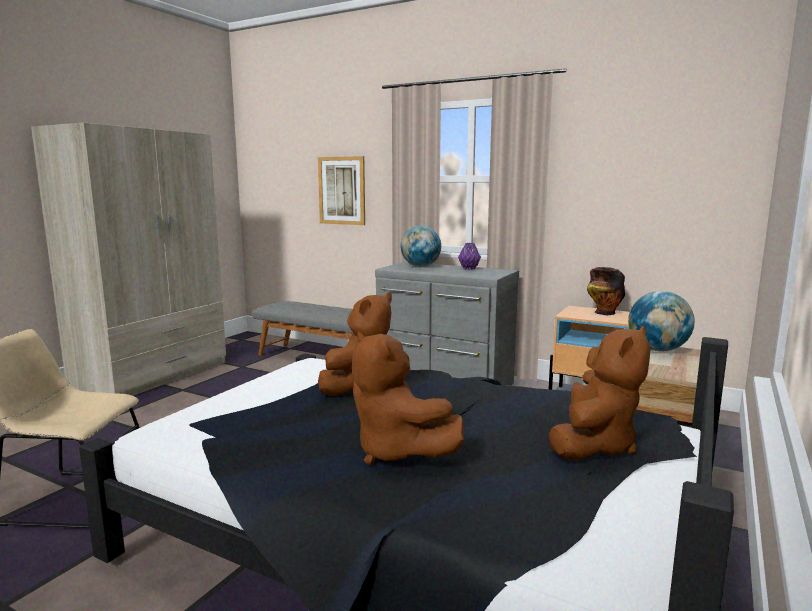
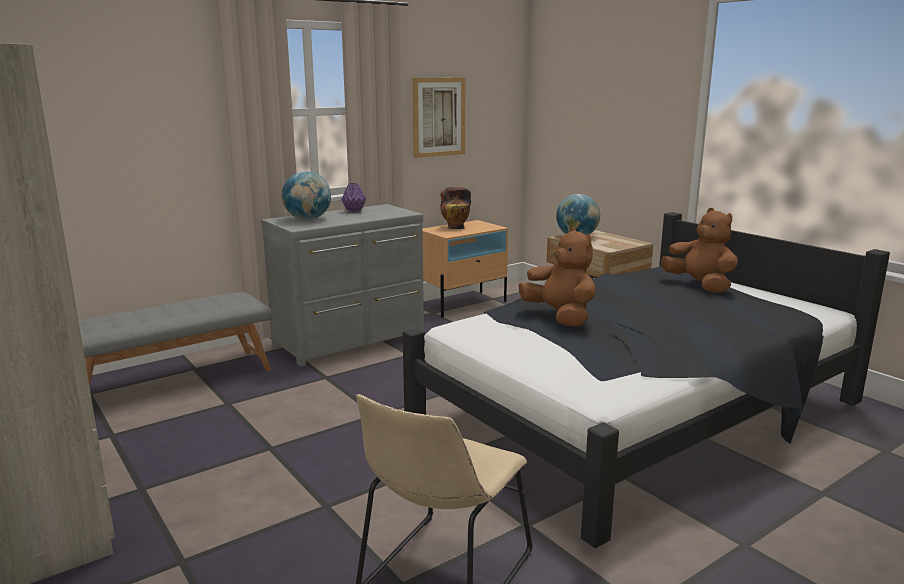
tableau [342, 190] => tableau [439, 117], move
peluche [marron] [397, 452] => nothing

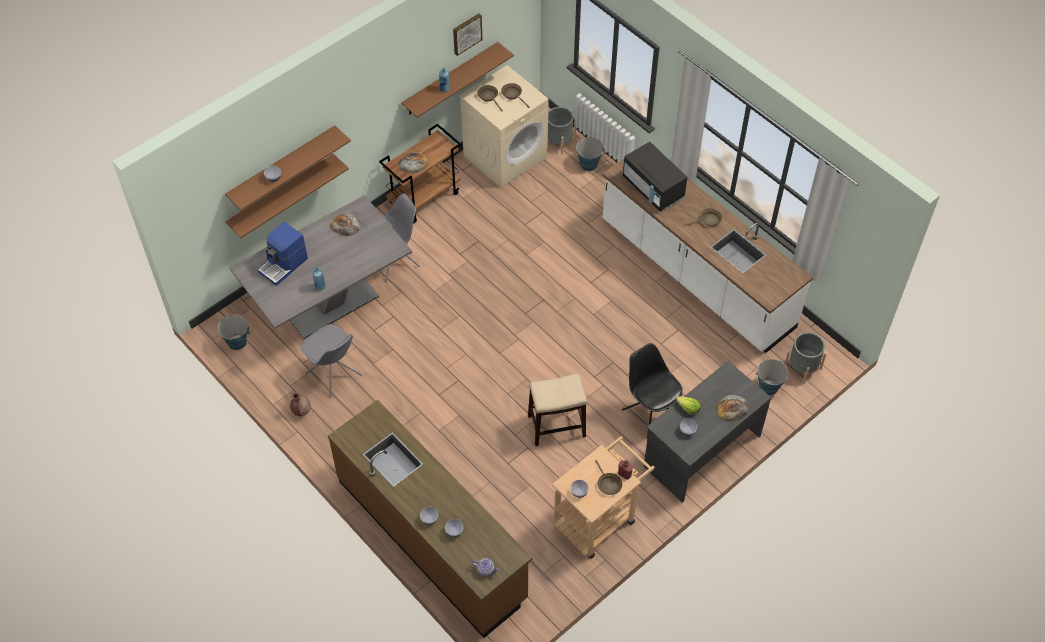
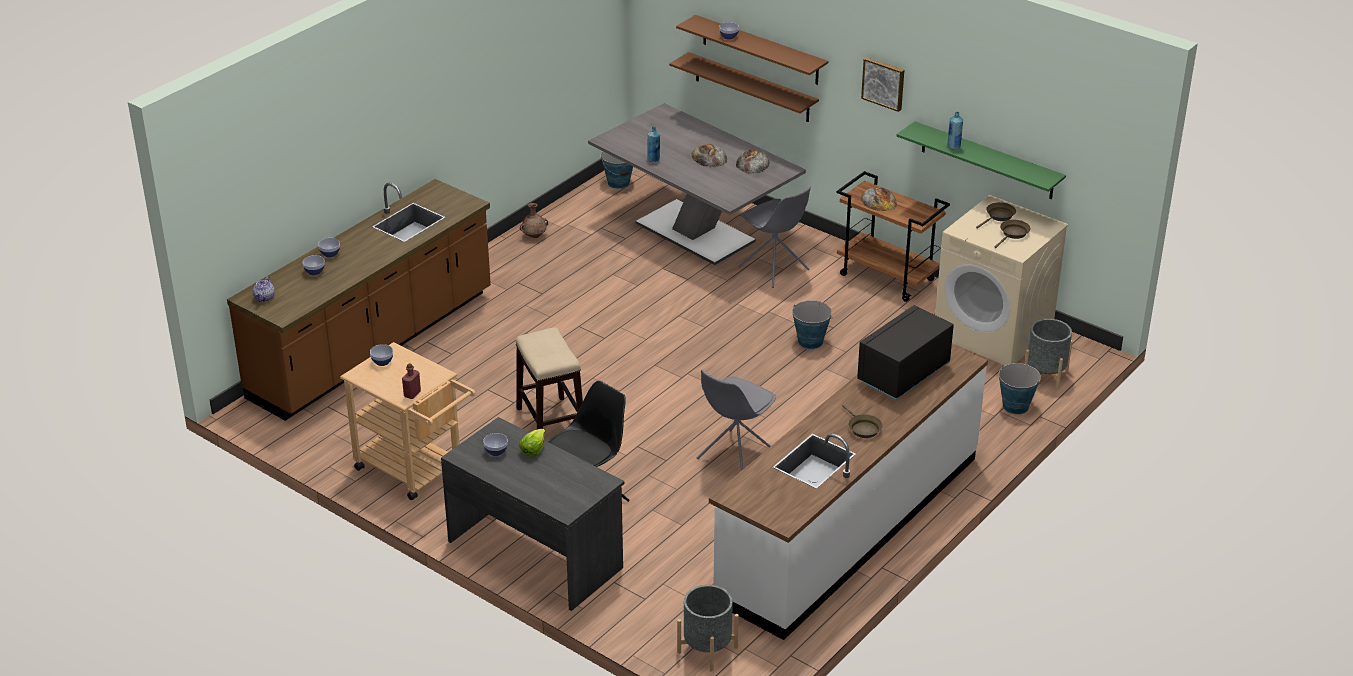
tableau [466, 33] => tableau [884, 83], move
étagère [marron] [450, 79] => étagère [vert] [987, 161]
machine à café [284, 265] => nothing
chaise [gris] [334, 375] => chaise [gris] [735, 456], move
seau [768, 387] => seau [810, 342], move
pain [732, 408] => pain [709, 157], move
poêle [marron] [608, 484] => nothing

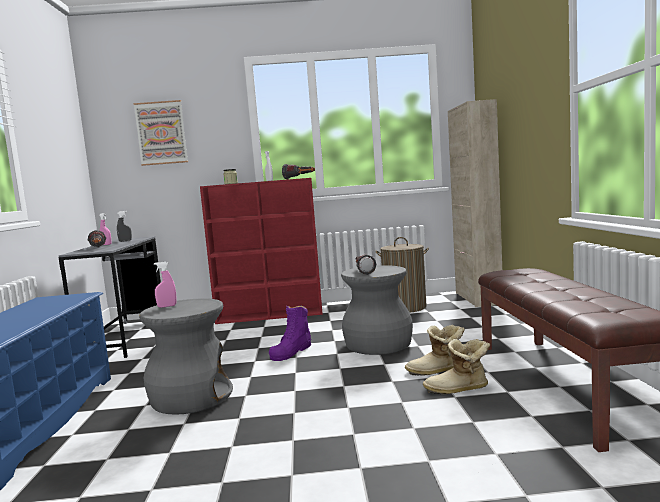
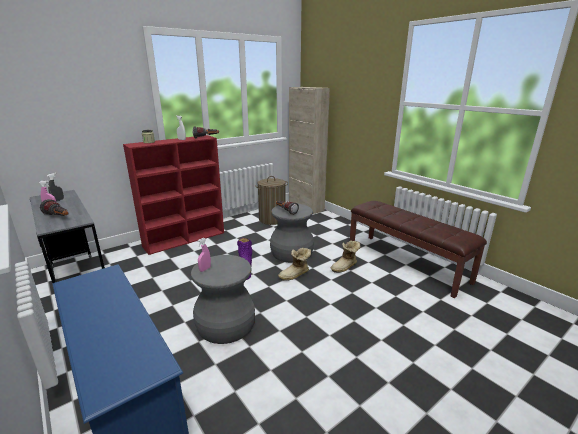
tableau [161, 133] => nothing
botte [458, 390] => botte [295, 275], move

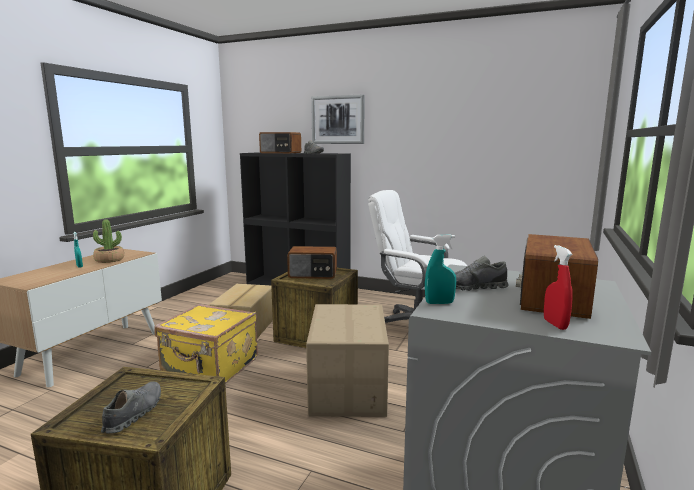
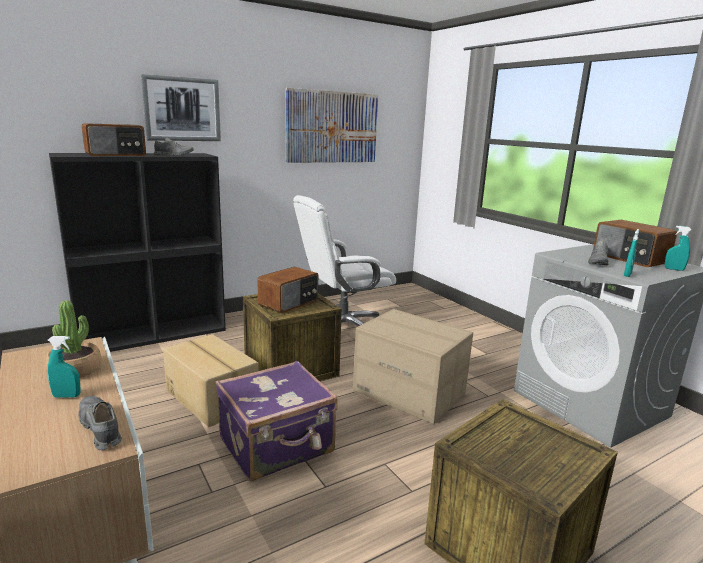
vaporisateur [rouge] [555, 324] => vaporisateur [turquoise] [674, 269]
valise [jaune] [210, 367] => valise [violet] [277, 446]
chaussure [gris] [134, 413] => chaussure [gris] [100, 429], move
nothing => tableau [332, 127]

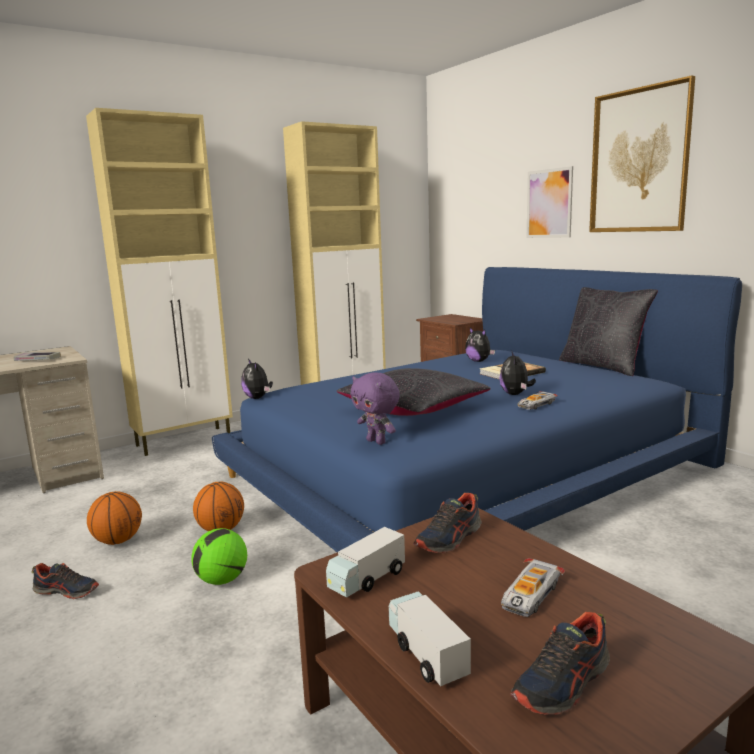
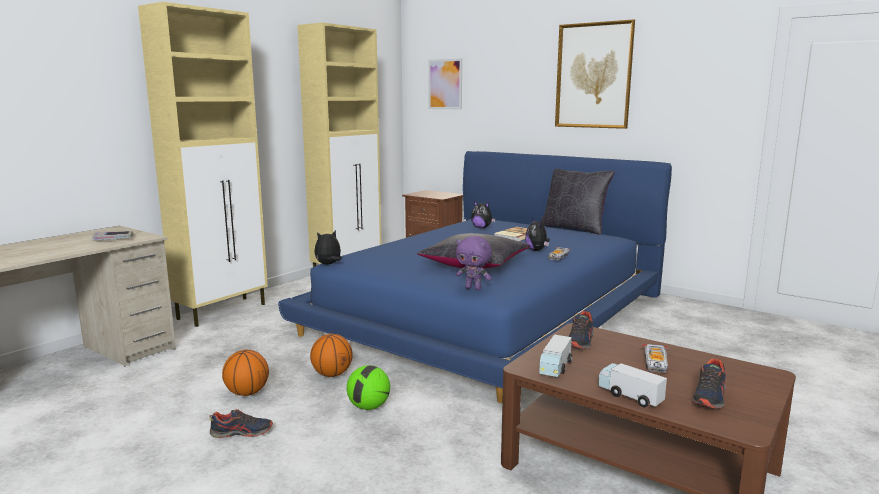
tableau [549, 203] => tableau [445, 84], move
peluche [258, 398] => peluche [328, 264], 105 degrees clockwise

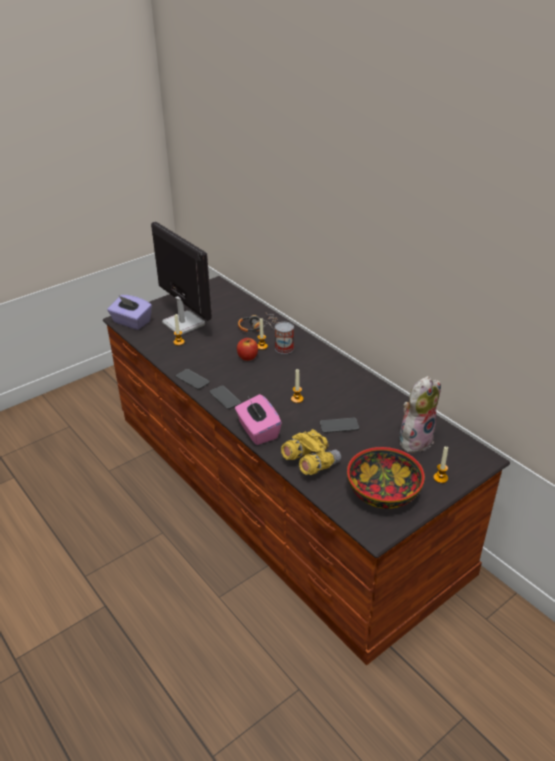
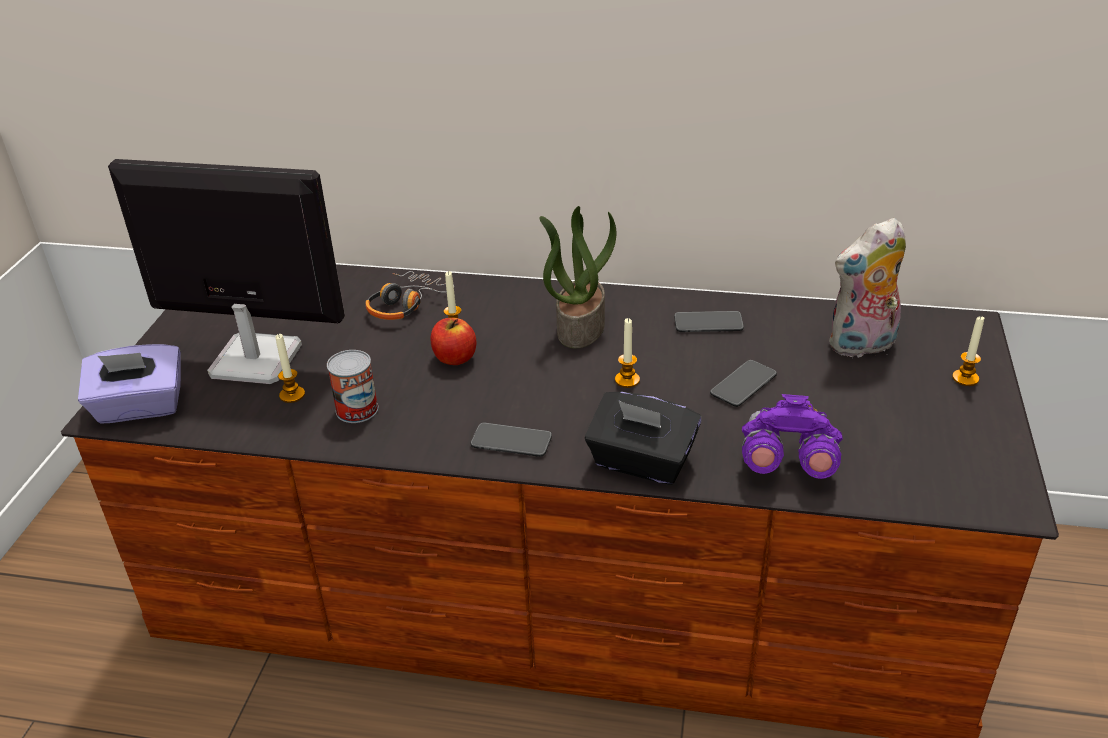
boîte métallique [284, 348] => boîte métallique [357, 409], move
téléphone [192, 380] => téléphone [708, 323], move
peluche [415, 439] => peluche [862, 346], 120 degrees counterclockwise
boîte à mouchoirs [rose] [257, 431] => boîte à mouchoirs [noir] [641, 462]
jumelles [jaune] [310, 463] => jumelles [violet] [786, 462]
bol [382, 493] => nothing
nothing => plante en pot [580, 327]

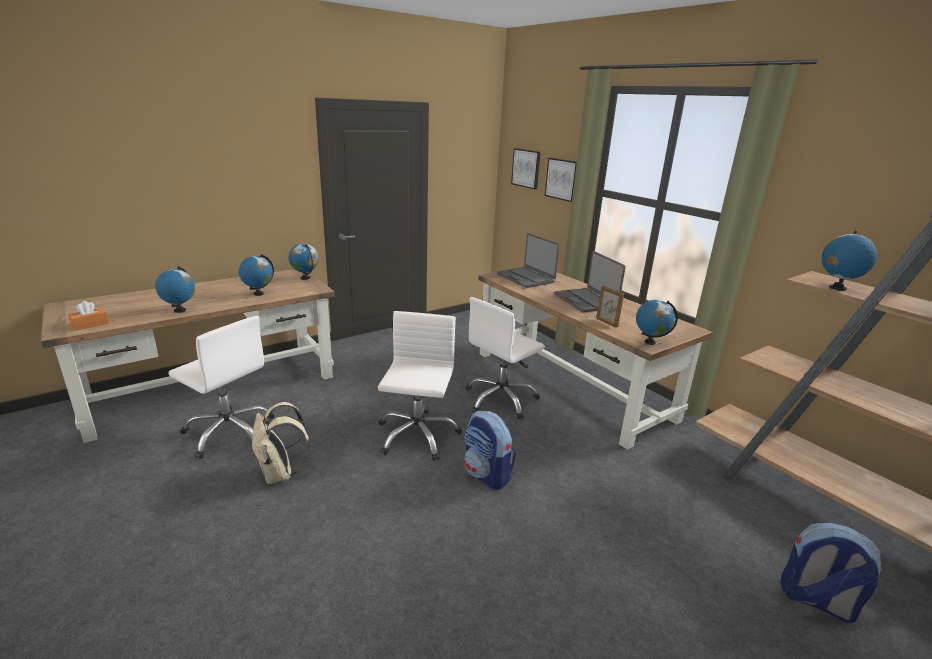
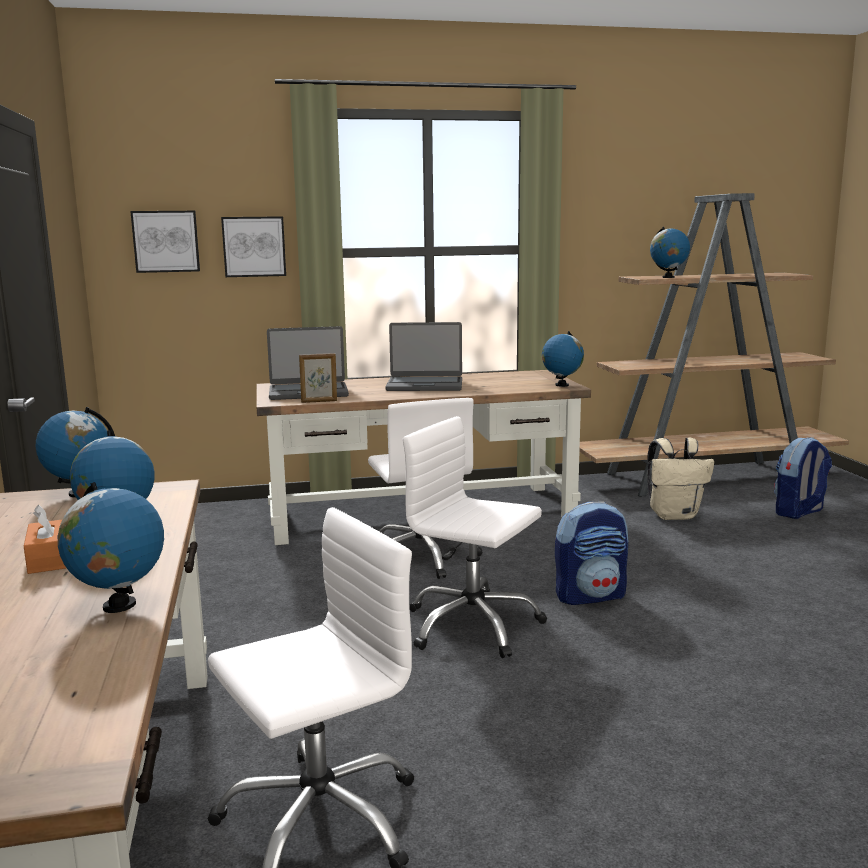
cadre photo [606, 323] => cadre photo [319, 401], move
boîte à mouchoirs [orange] [90, 324] => boîte à mouchoirs [orange] [49, 559], move
sac à dos [beige] [280, 474] => sac à dos [beige] [674, 515], move

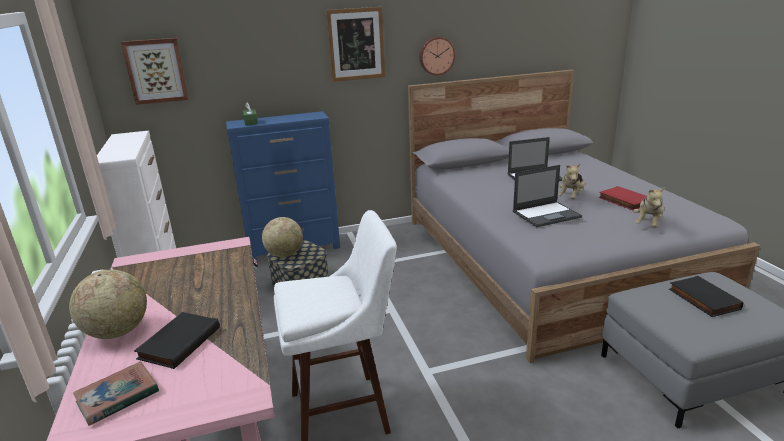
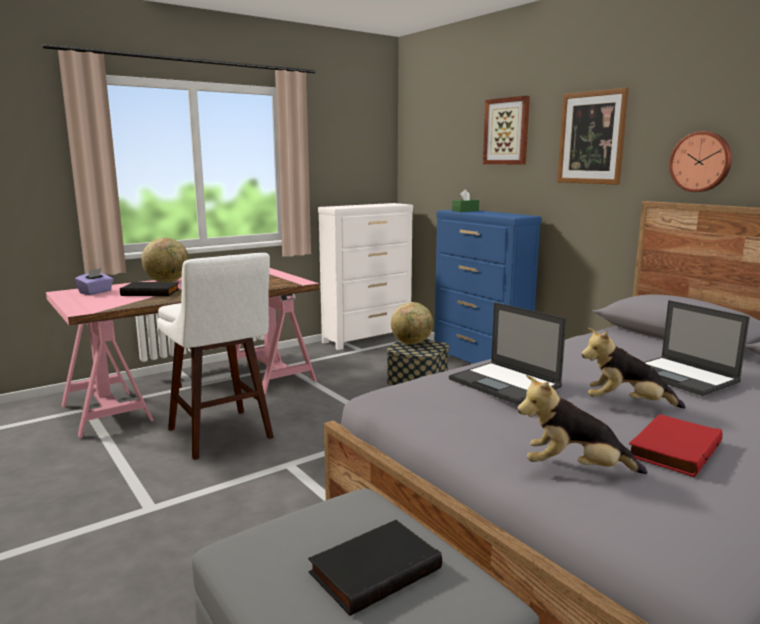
tableau [156, 71] => tableau [507, 131], move
livre [118, 397] => boîte à mouchoirs [violet] [96, 292]

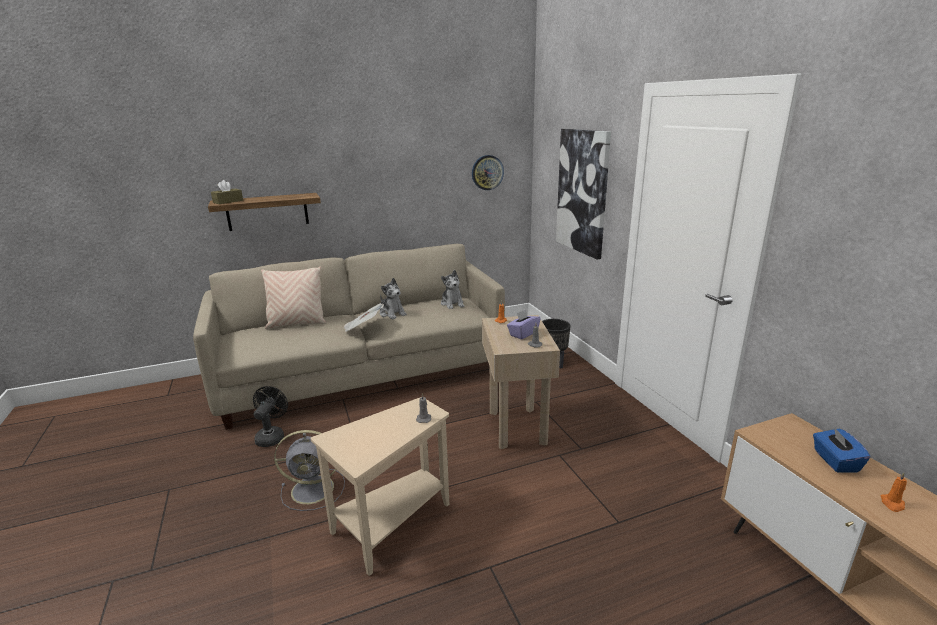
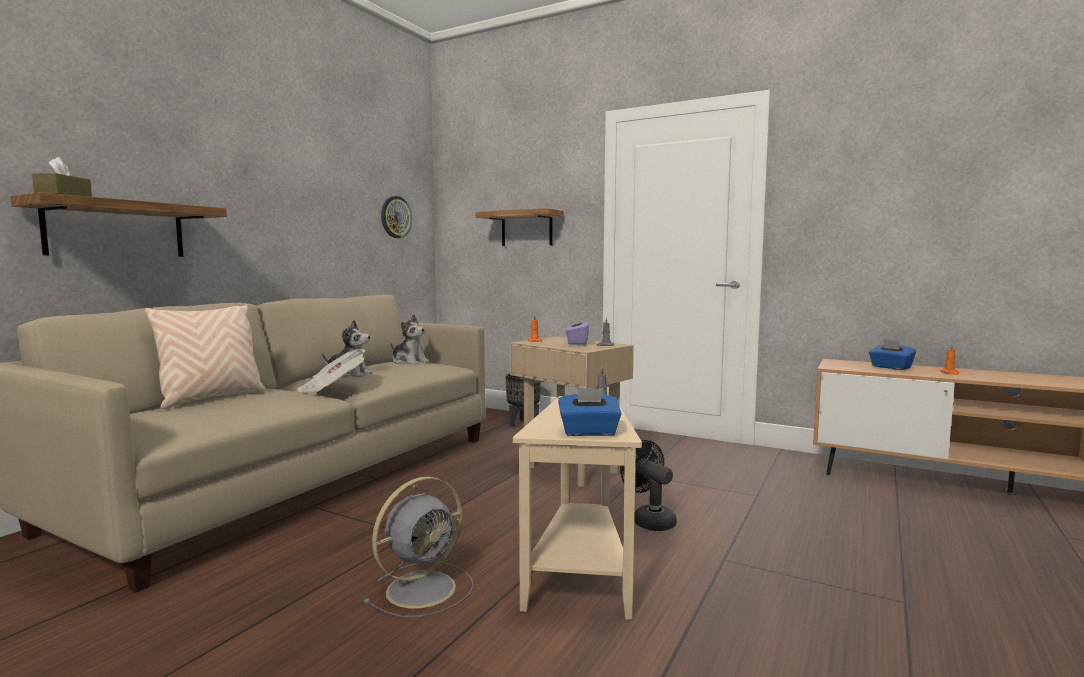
tableau [582, 192] => étagère [526, 228]
ventilateur [noir] [272, 436] => ventilateur [noir] [649, 520], move
nothing => boîte à mouchoirs [bleu] [589, 432]

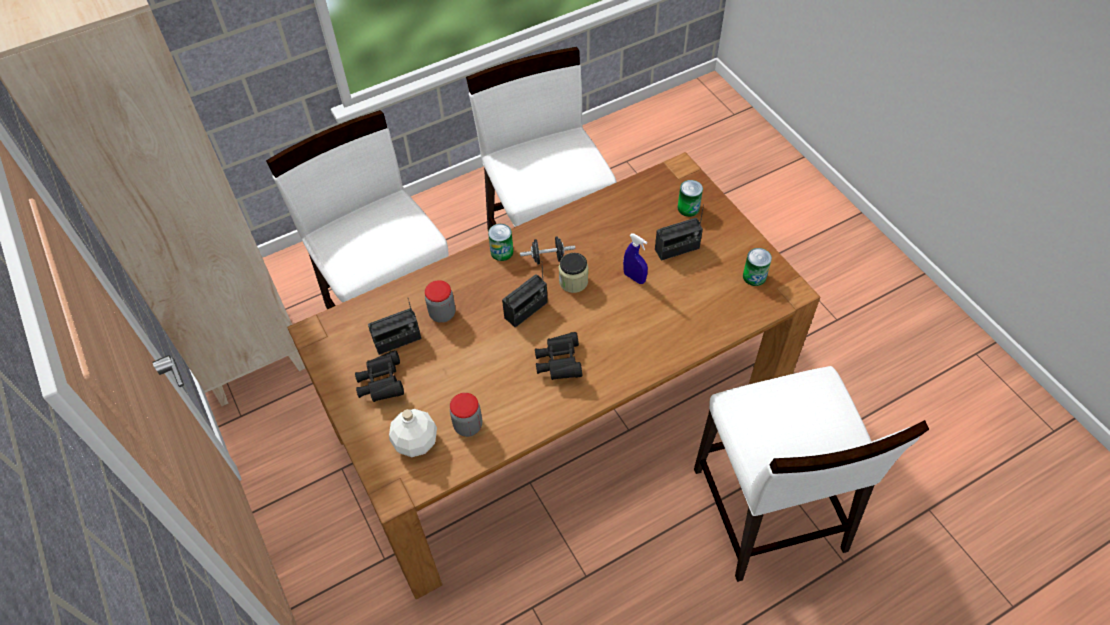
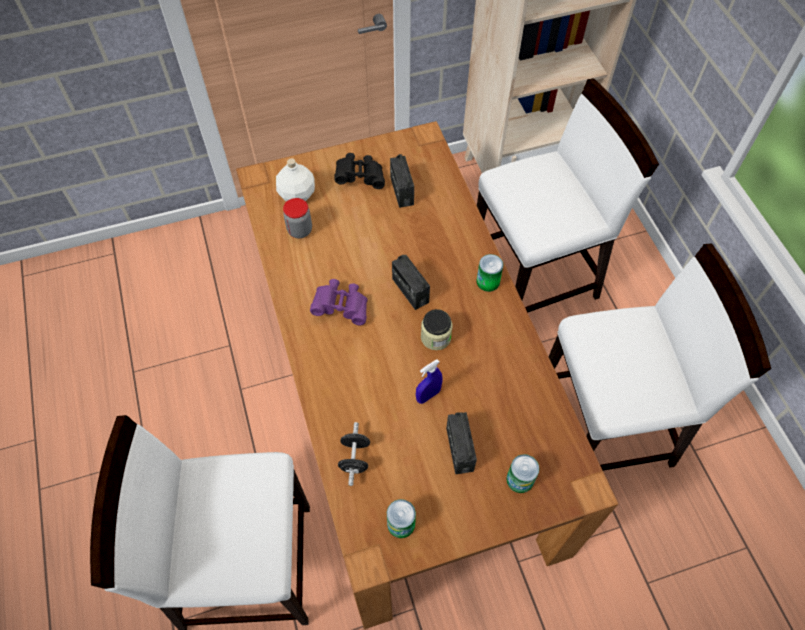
haltère [noir] [547, 258] => haltère [noir] [355, 458], move
bocal [442, 314] => nothing
jumelles [noir] [559, 363] => jumelles [violet] [342, 307]

